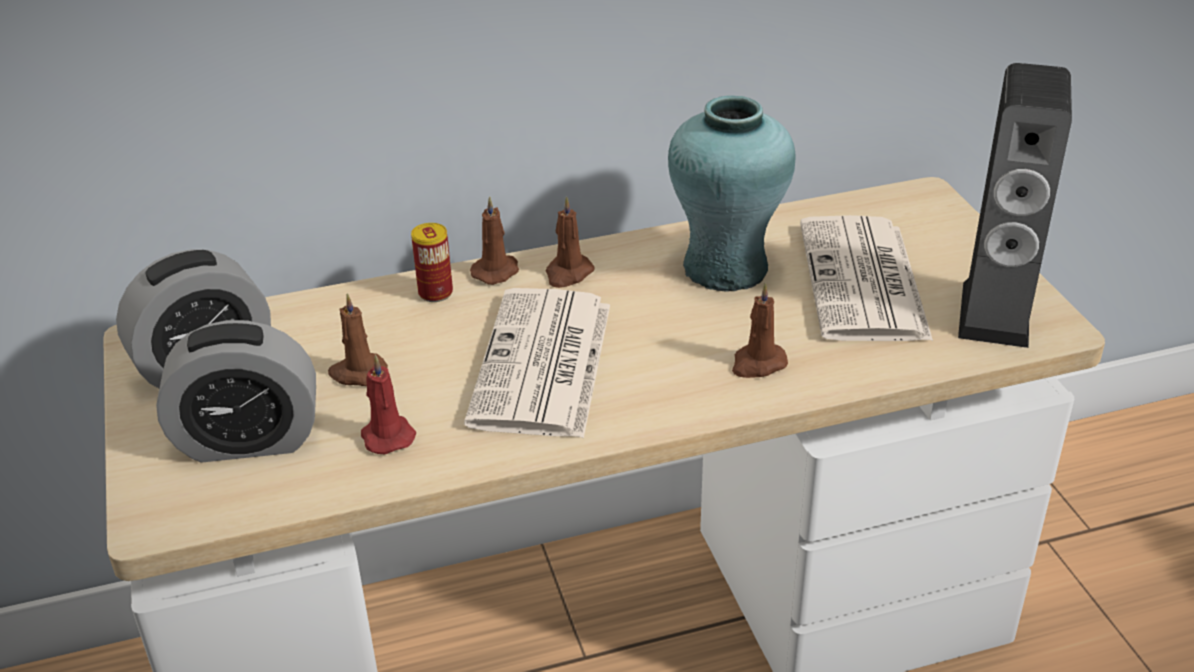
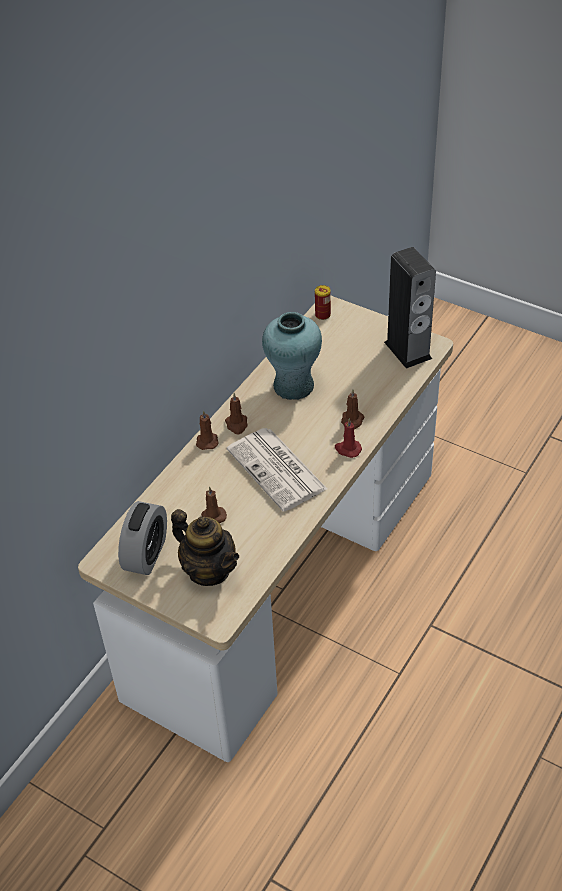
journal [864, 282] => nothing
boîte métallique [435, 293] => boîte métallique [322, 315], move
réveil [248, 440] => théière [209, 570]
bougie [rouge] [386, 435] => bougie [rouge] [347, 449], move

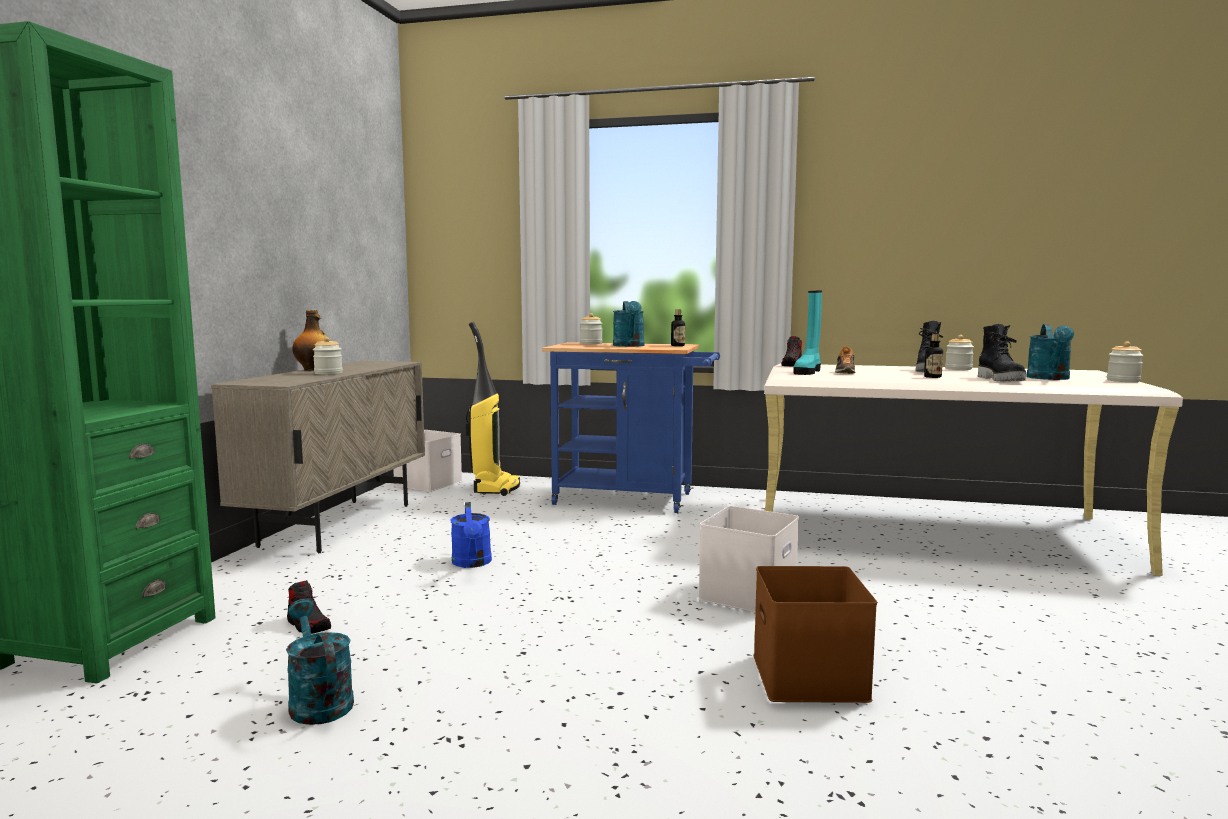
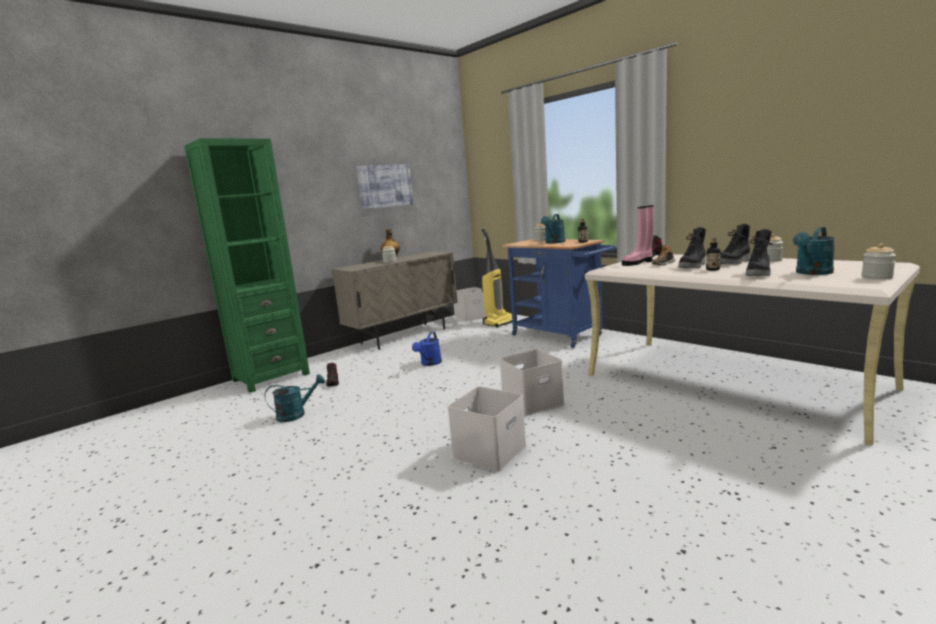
botte [turquoise] [808, 372] => botte [rose] [638, 263]
boîte de rangement [marron] [806, 676] => boîte de rangement [blanc] [489, 451]
arrosoir [turquoise] [318, 701] => arrosoir [turquoise] [296, 414], 60 degrees clockwise
nothing => tableau [385, 186]
nothing => botte [noir] [693, 266]

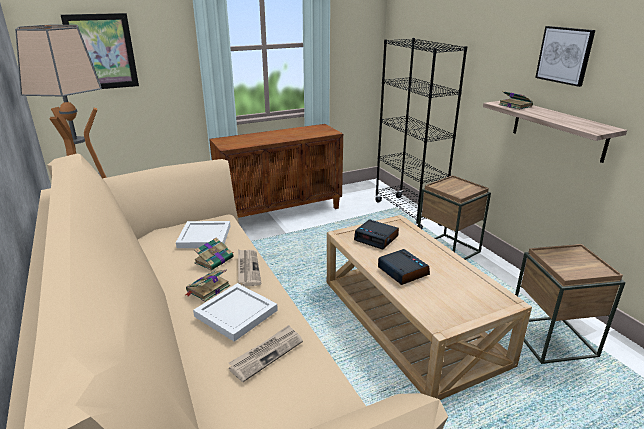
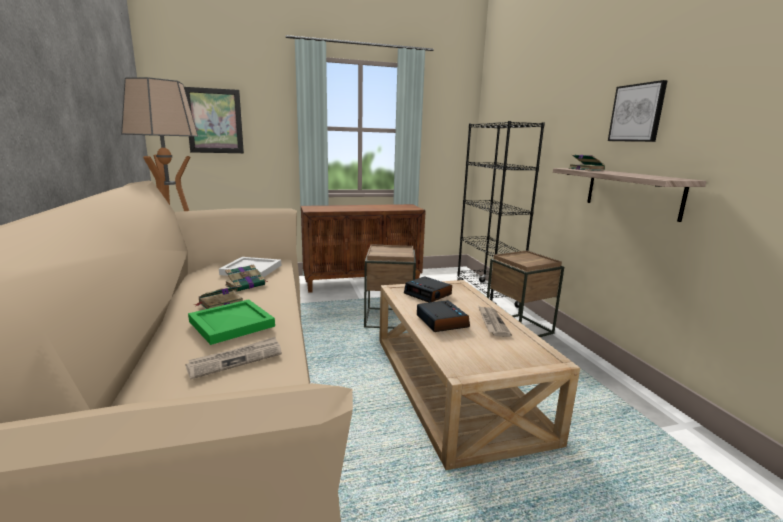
table d'appoint [marron] [552, 339] => table d'appoint [marron] [389, 318], move
journal [248, 268] => journal [492, 322], move
plateau [blanc] [236, 314] => plateau [vert] [231, 324]

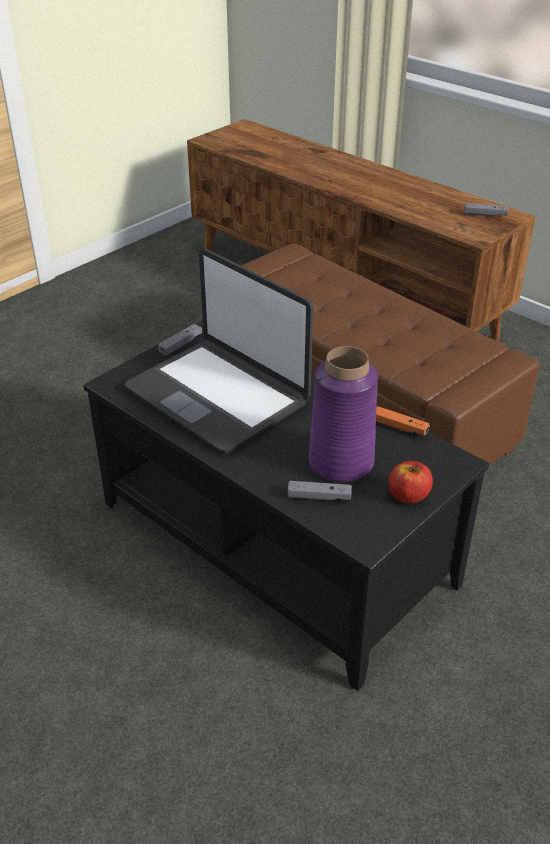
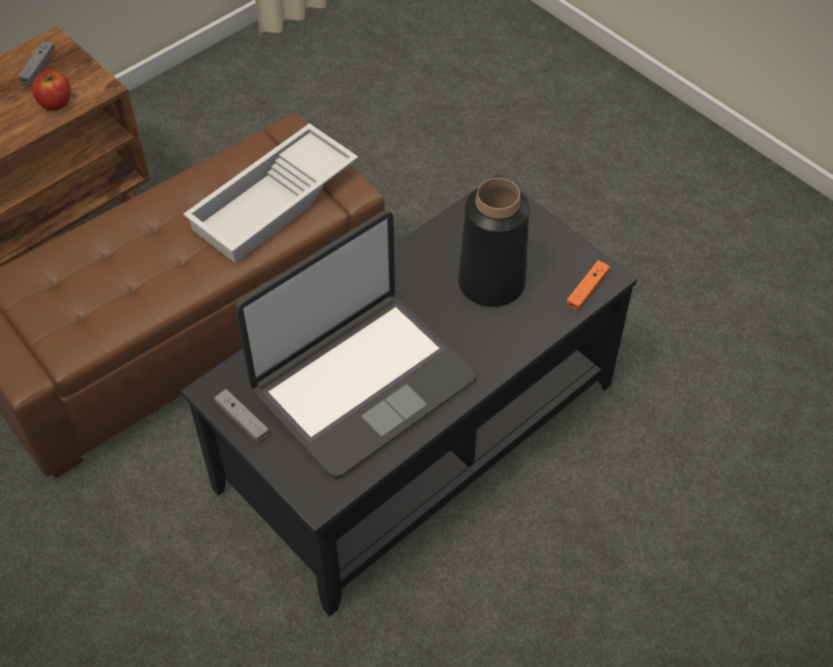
vase [violet] [341, 462] => vase [noir] [491, 282]
manette [orange] [399, 427] => manette [orange] [587, 290], move
pomme [408, 495] => pomme [55, 103], move
manette [gris] [319, 497] => nothing
nothing => plateau [blanc] [275, 203]

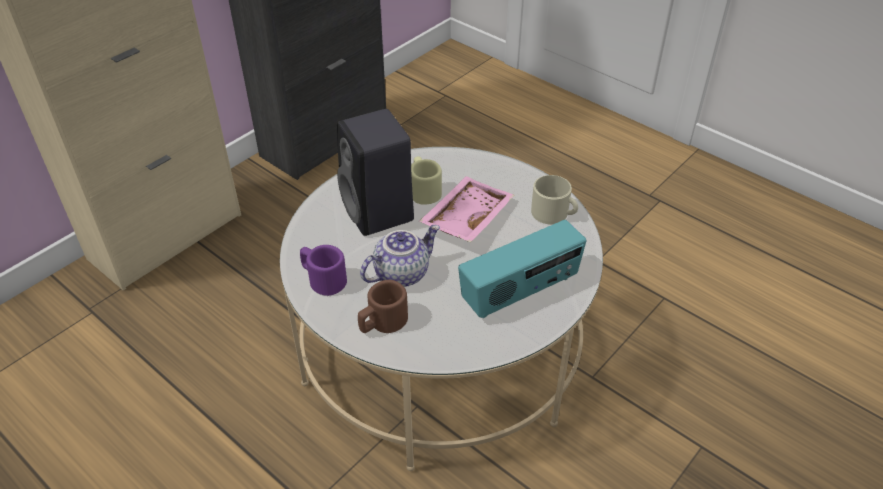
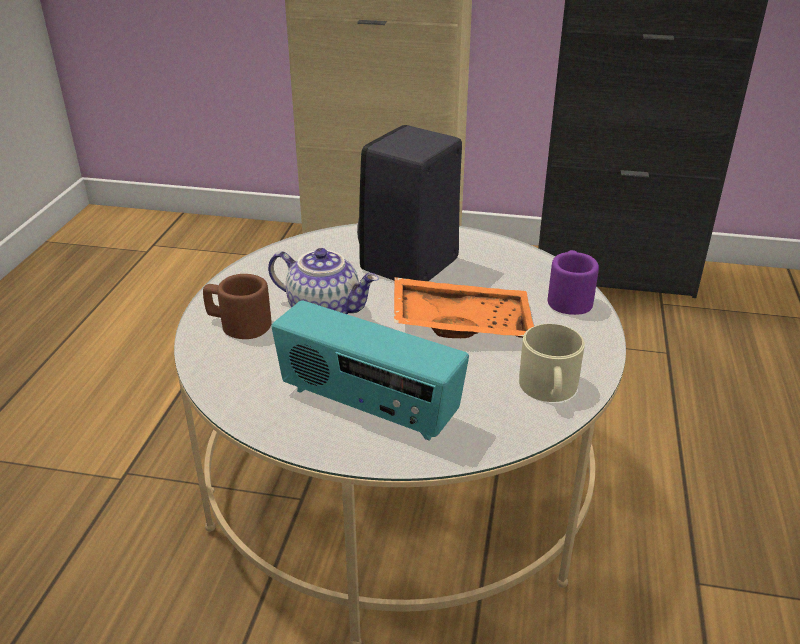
mug [beige] [423, 190] => nothing
plateau [rose] [465, 218] => plateau [orange] [462, 322]
mug [violet] [323, 279] => mug [violet] [569, 298], move

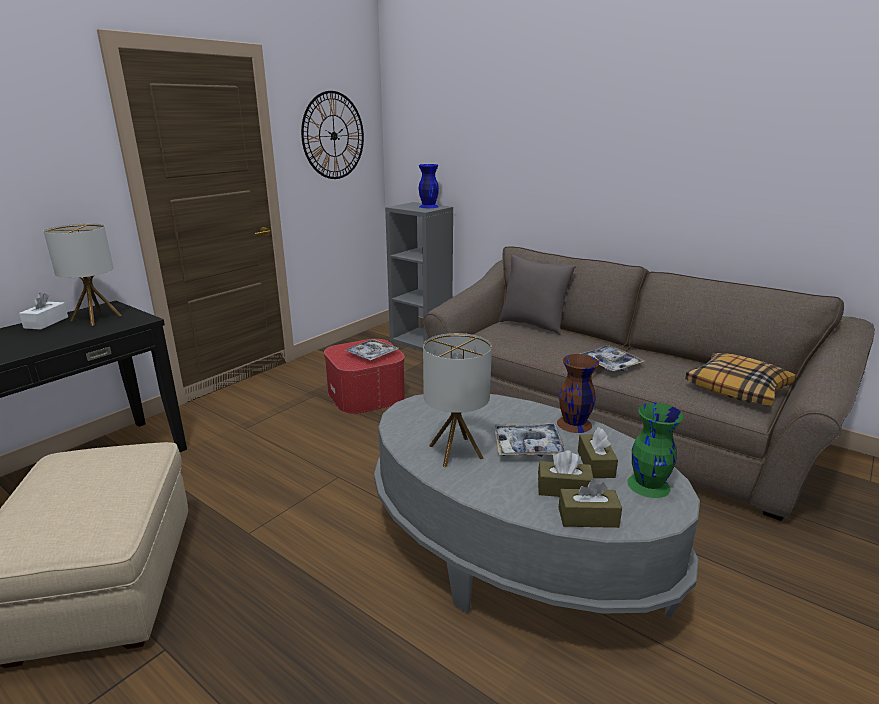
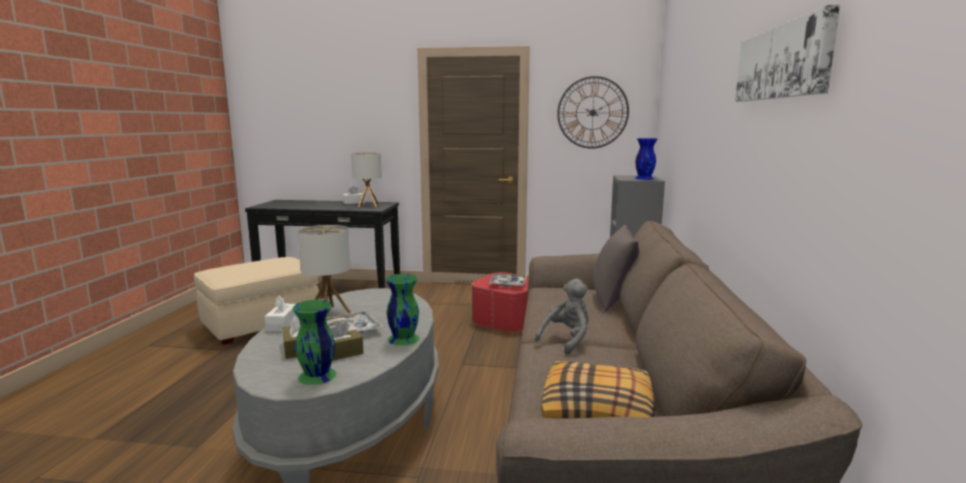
plateau [610, 364] => peluche [gris] [567, 340]
vase [marron] [573, 424] => vase [vert] [403, 338]
boîte à mouchoirs [marron] [588, 517] => nothing
nothing => tableau [782, 62]
nothing => boîte à mouchoirs [blanc] [283, 324]

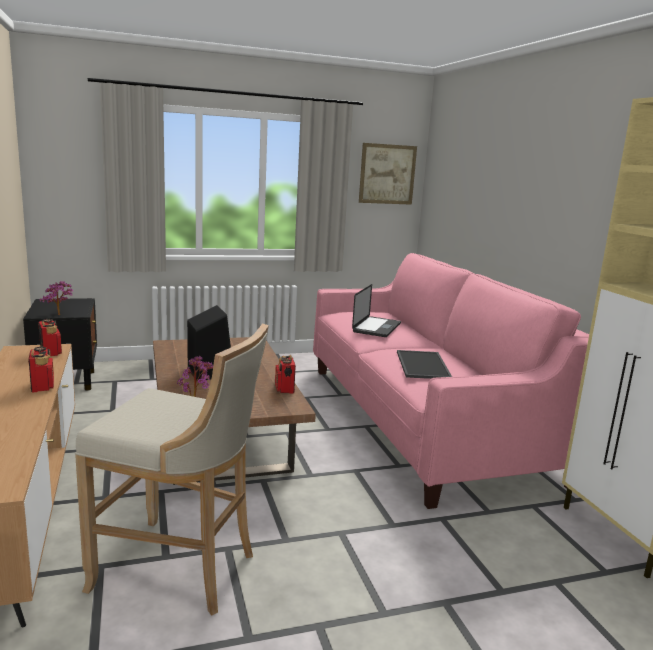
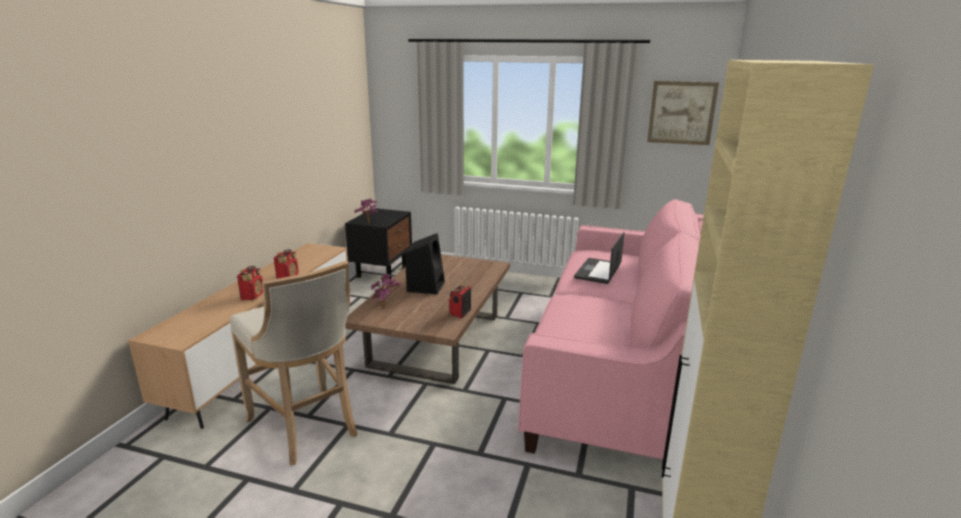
ordinateur portable [377, 328] => ordinateur portable [598, 272], 150 degrees clockwise
radio [50, 353] => radio [253, 296], move
plateau [424, 365] => nothing

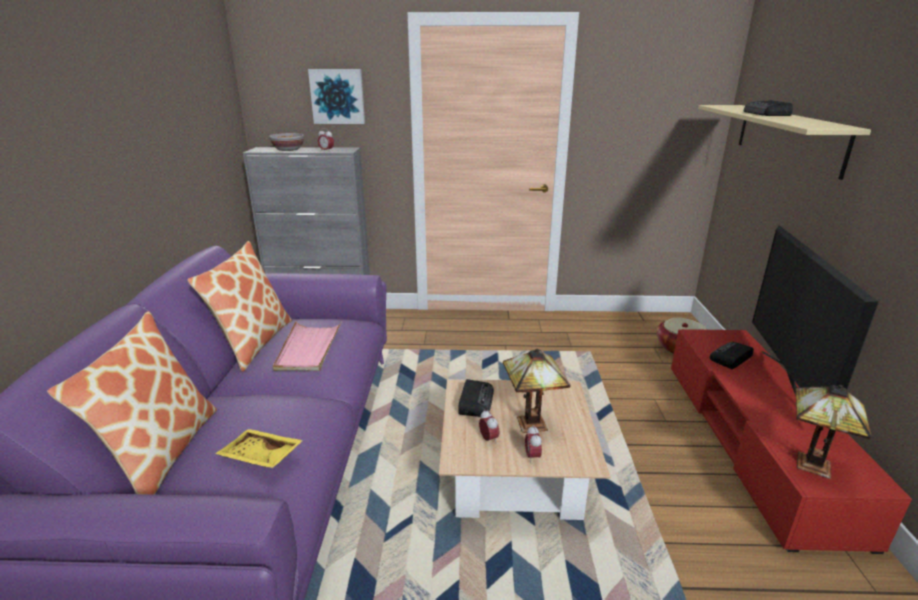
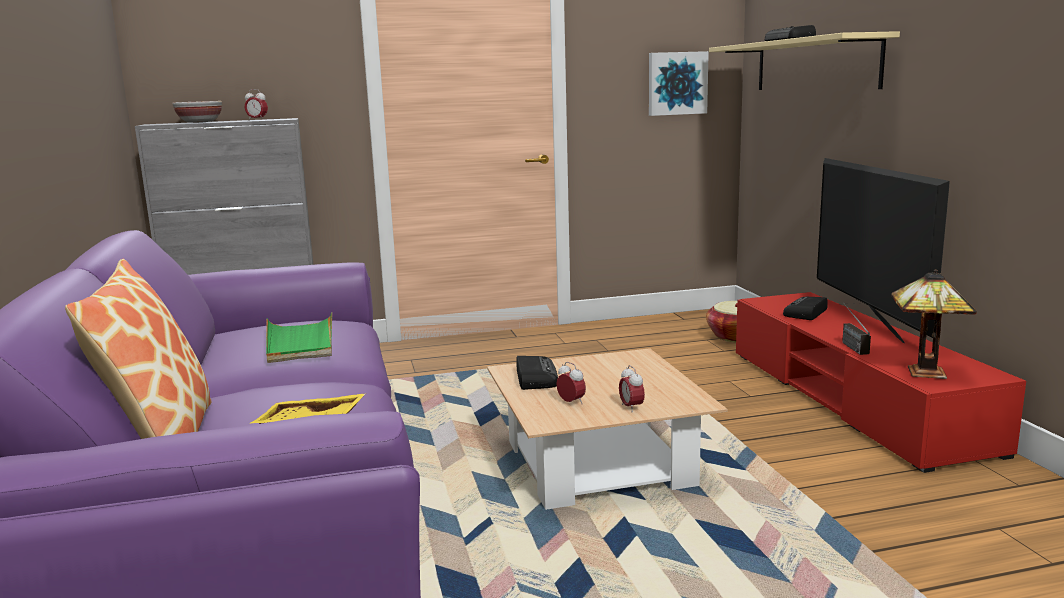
tableau [337, 96] => tableau [677, 83], move
coussin [253, 343] => nothing
plateau [rose] [308, 349] => plateau [vert] [300, 342]
lampe de table [529, 422] => nothing
nothing => radio [849, 345]

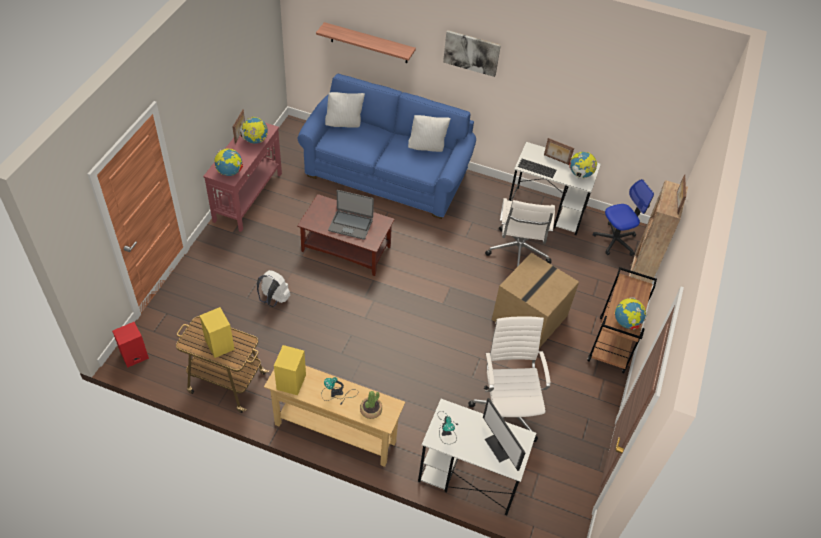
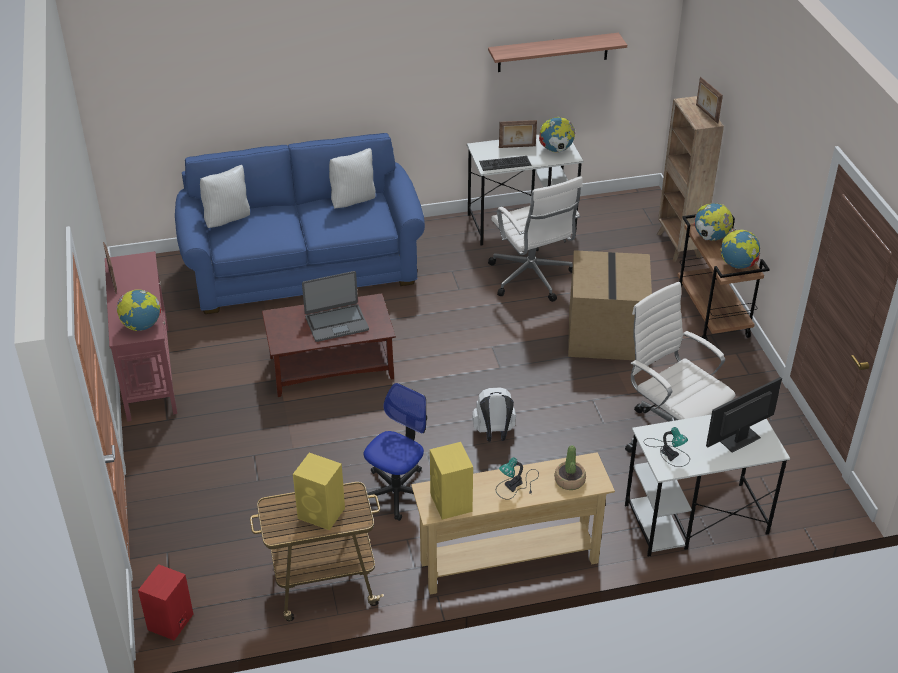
étagère [369, 43] => étagère [553, 52], move
tableau [471, 52] => nothing
globe [255, 140] => globe [710, 238], move
chaise de bureau [615, 240] => chaise de bureau [397, 492], move
sac à dos [blanc] [274, 299] => sac à dos [blanc] [494, 433], move
écran d'ordinateur [500, 447] => écran d'ordinateur [738, 439], 120 degrees clockwise

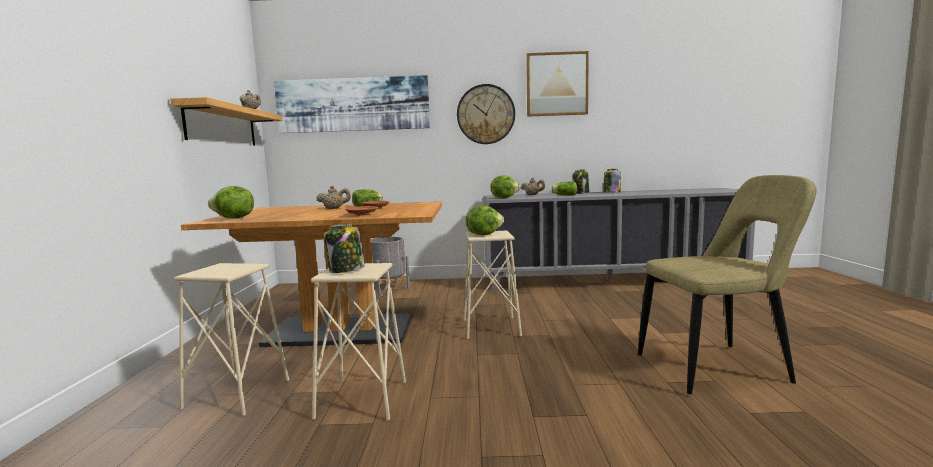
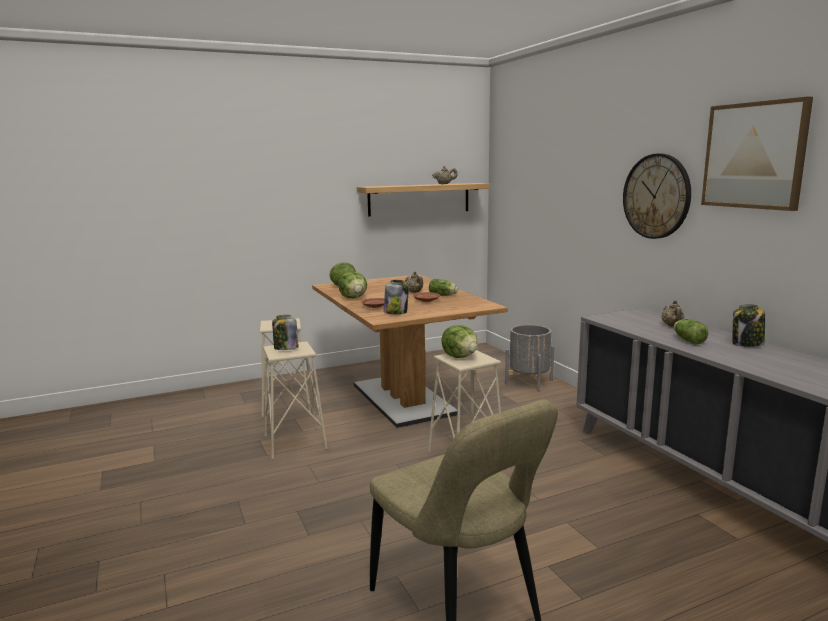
tableau [353, 104] => nothing
bocal [611, 192] => bocal [396, 312], move
laitue [504, 198] => laitue [353, 298], move

